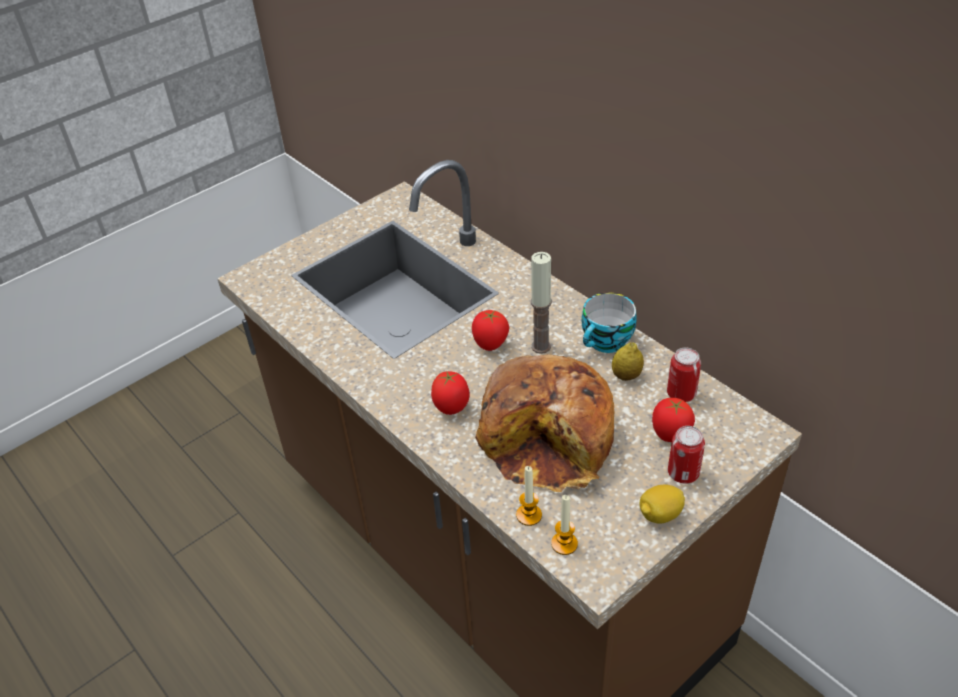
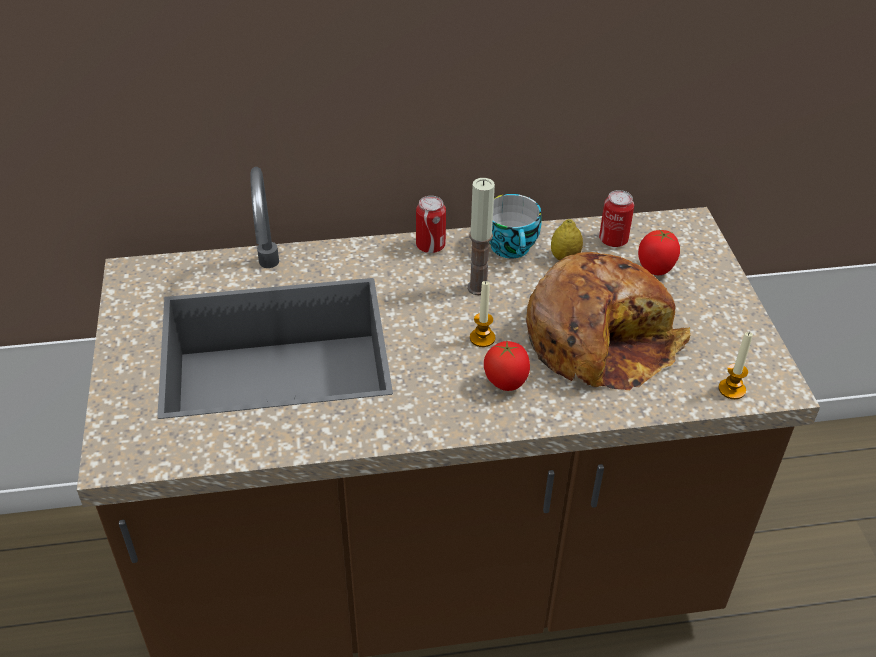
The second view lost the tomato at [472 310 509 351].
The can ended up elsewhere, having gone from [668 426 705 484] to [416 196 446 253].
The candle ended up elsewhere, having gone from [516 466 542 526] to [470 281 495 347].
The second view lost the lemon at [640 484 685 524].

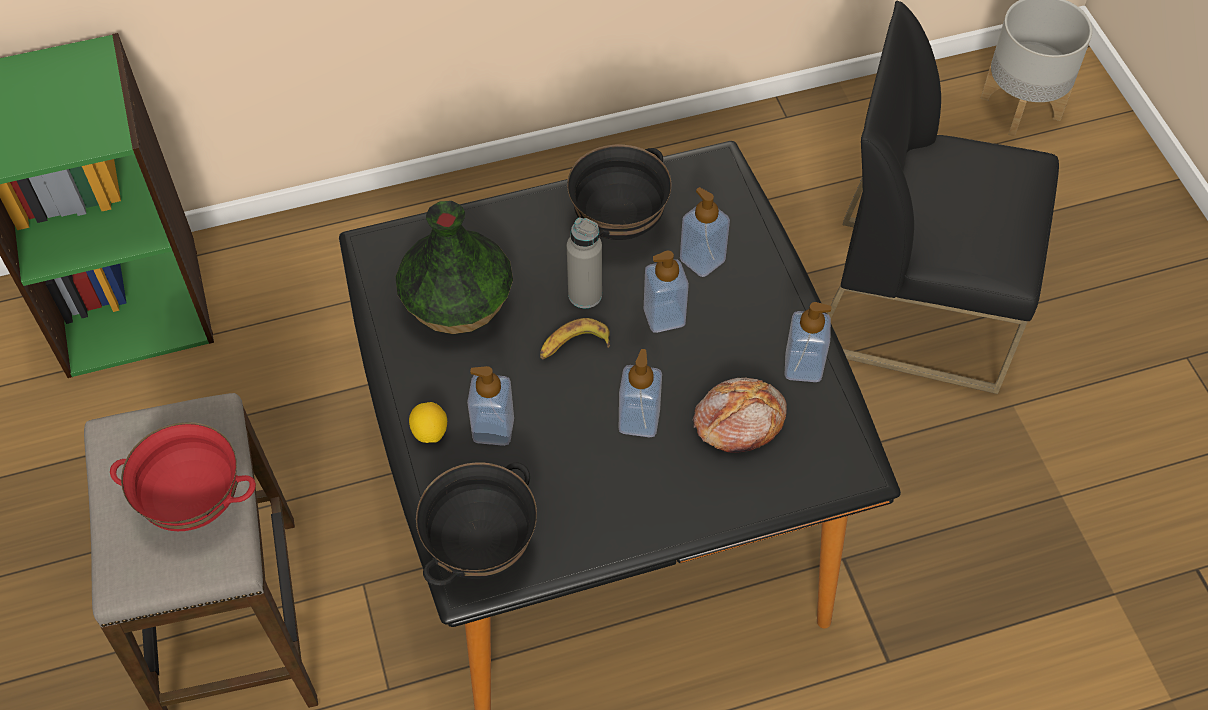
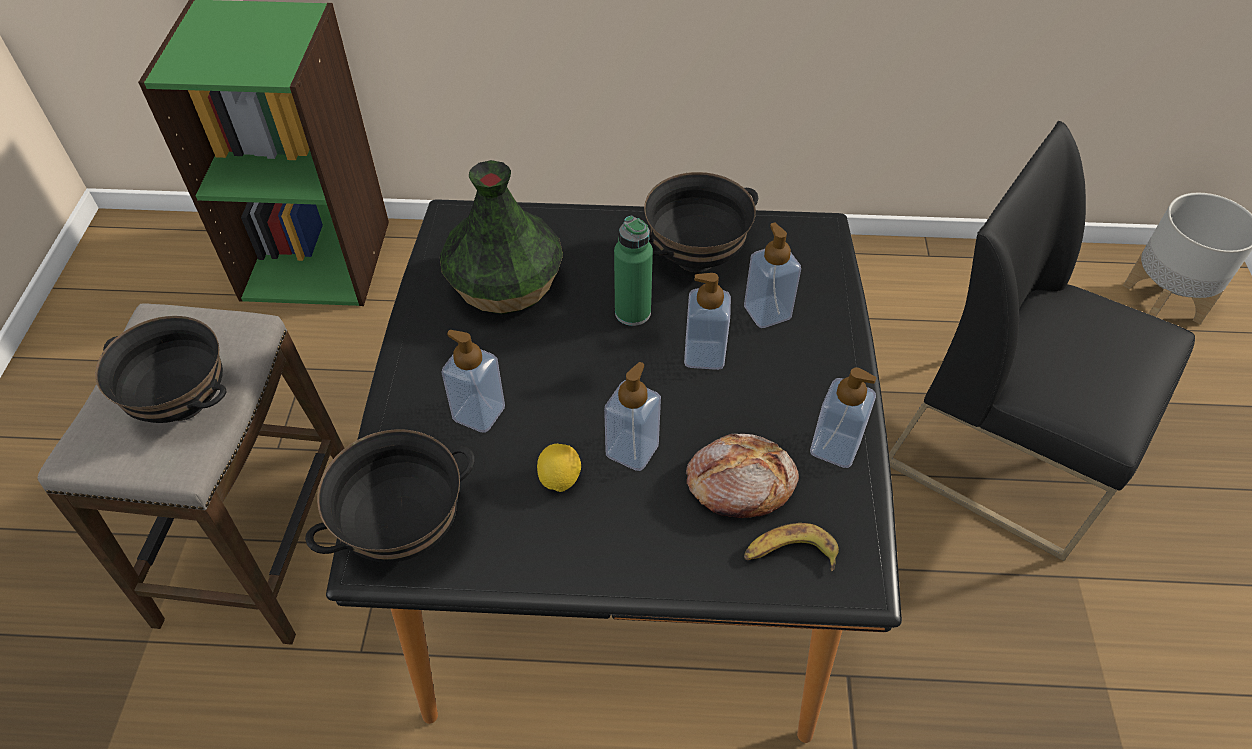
What was the bottle (grey) at [567 218 602 308] turned into the bottle (green) at [614 216 653 326].
The banana ended up elsewhere, having gone from [540 318 610 360] to [744 523 839 571].
The lemon ended up elsewhere, having gone from [409 402 447 443] to [537 444 581 492].
What was the bowl (red) at [110 422 256 531] turned into the bowl (black) at [95 316 226 423].

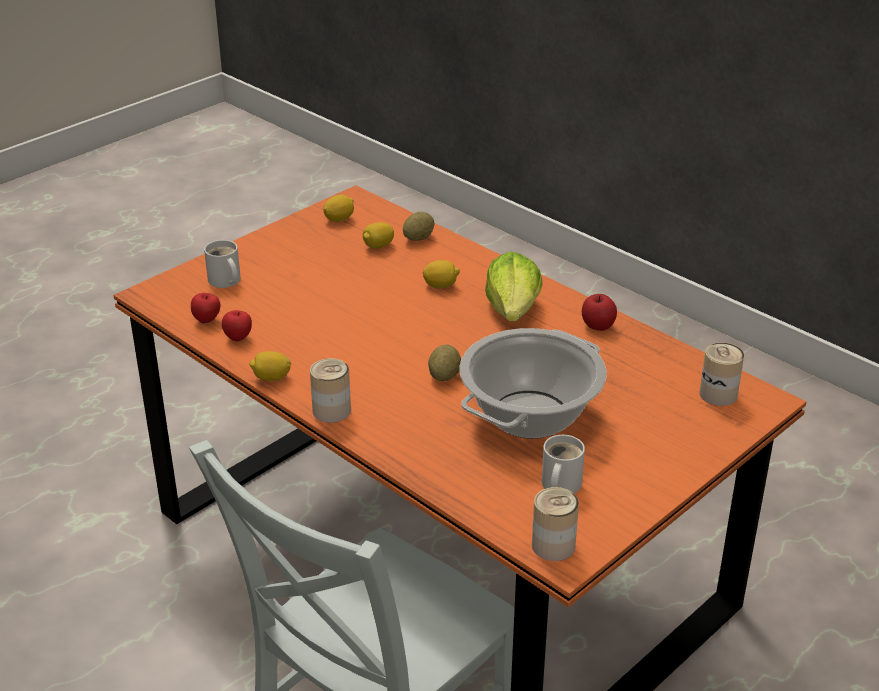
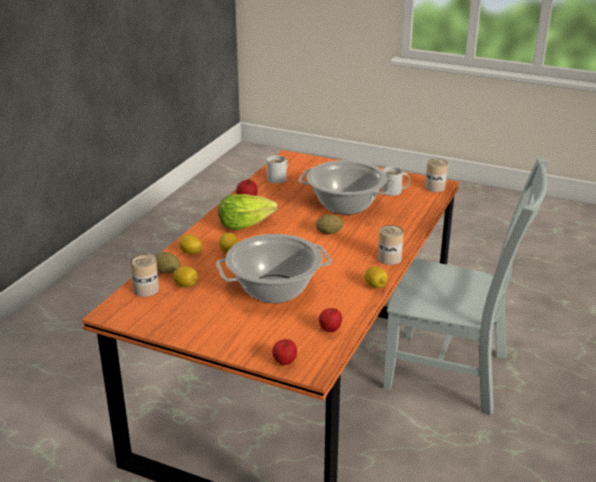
The lemon ended up elsewhere, having gone from [323 195 354 222] to [179 234 202 255].
The mug (white) ended up elsewhere, having gone from [204 240 241 288] to [267 155 288 183].
The apple ended up elsewhere, having gone from [222 310 252 342] to [272 339 297 365].
The can ended up elsewhere, having gone from [699 343 744 406] to [130 254 159 297].
The second view gained the cooking pot at [216 234 332 303].

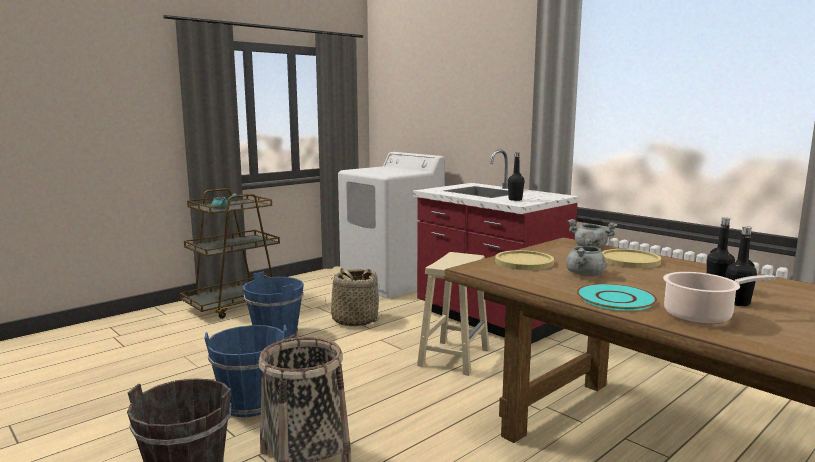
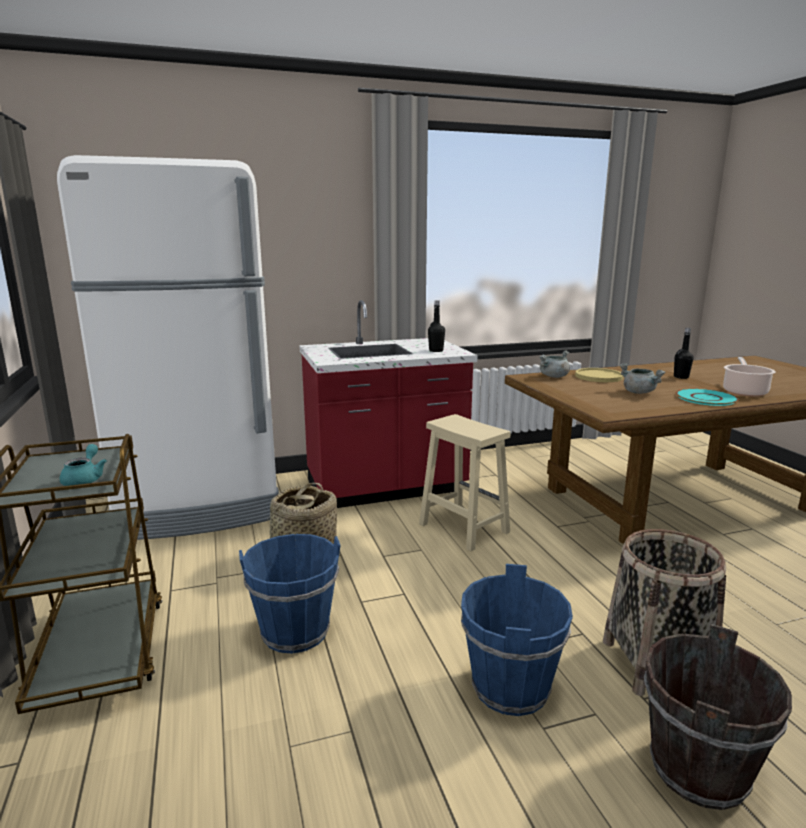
Where the washing machine (white) stood at [338 152 445 299], the fridge (white) came to stand at [57 155 279 540].
The second view lost the bottle (black) at [726 226 757 306].
The second view lost the plate (yellow) at [495 250 554 270].

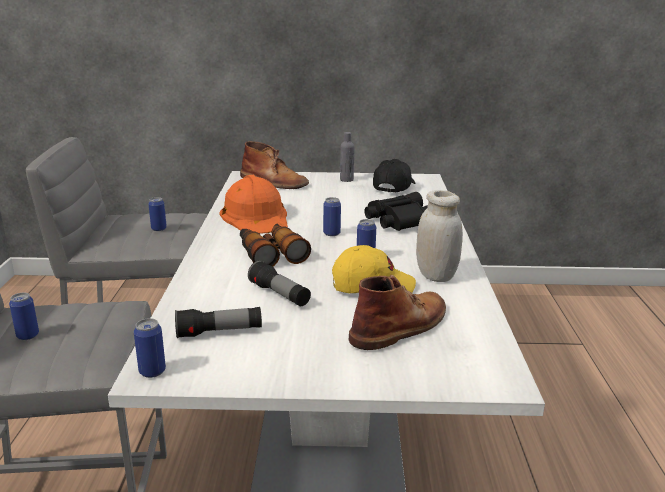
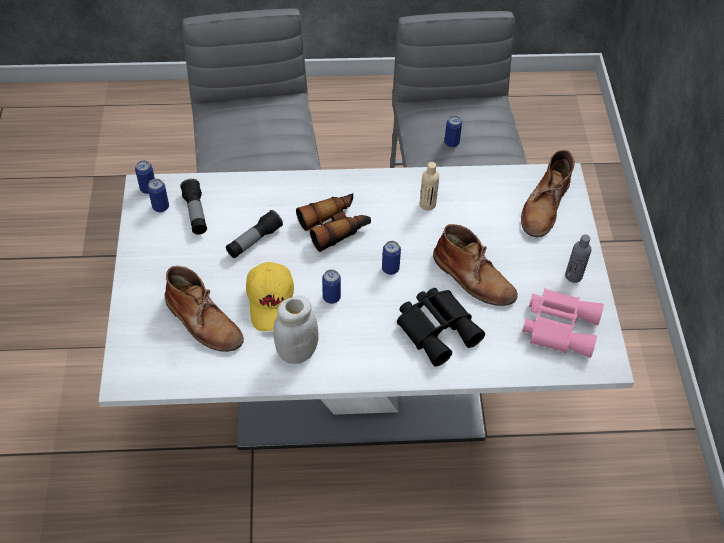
Where the cap (black) stood at [373 159 415 193], the binoculars (pink) came to stand at [522 288 604 358].
Where the hard hat (orange) stood at [220 175 288 234], the bottle (beige) came to stand at [420 162 439 210].
The can ended up elsewhere, having gone from [9 293 39 340] to [148 178 169 212].
The second view gained the boot (brown) at [433 224 518 306].

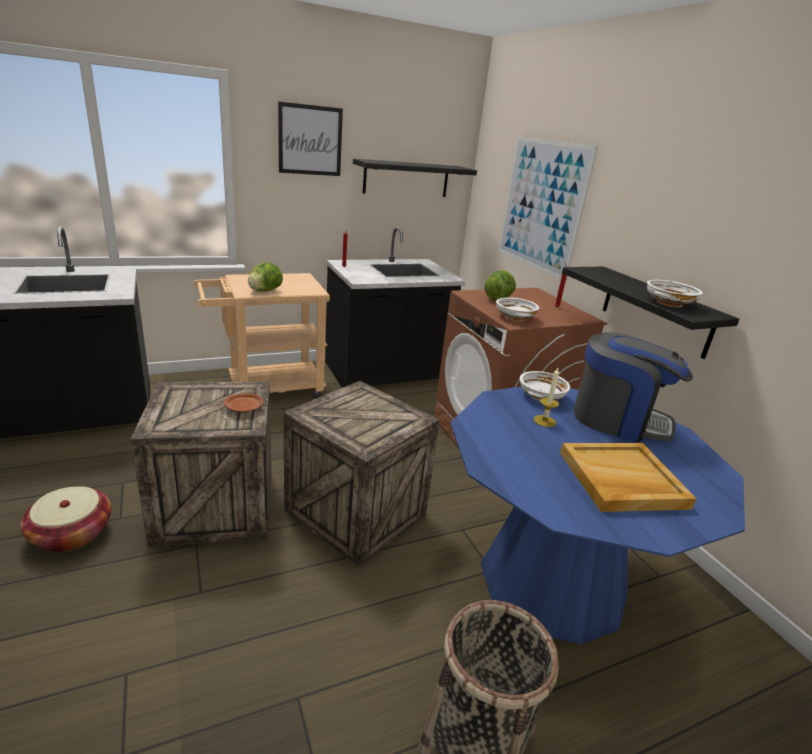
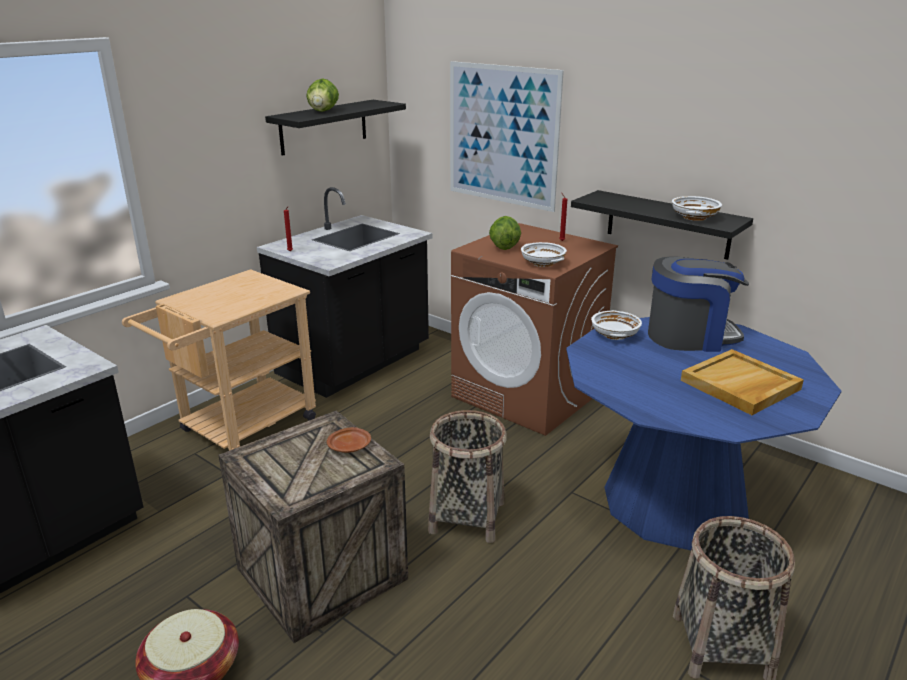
The second view lost the picture at [278 102 343 176].
The lettuce ended up elsewhere, having gone from [248 262 283 292] to [306 78 339 112].
The second view lost the candle at [534 368 559 427].
Where the crate stood at [283 381 440 567], the basket came to stand at [428 410 507 543].

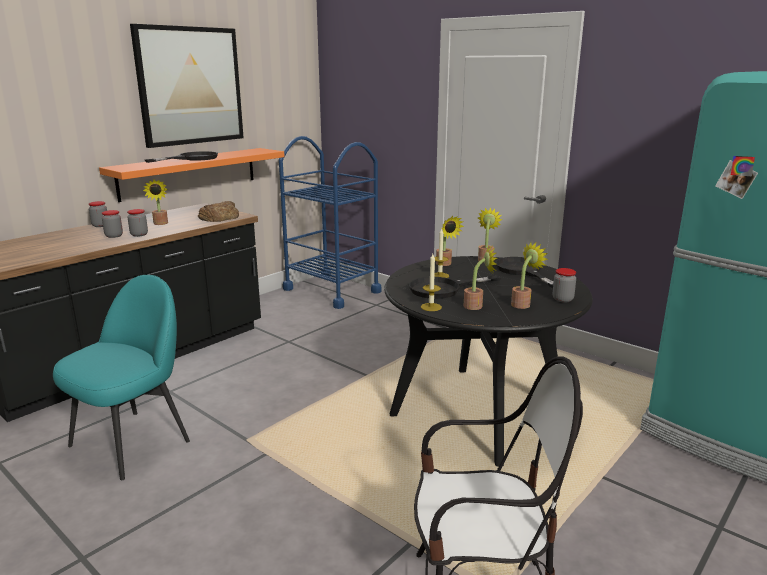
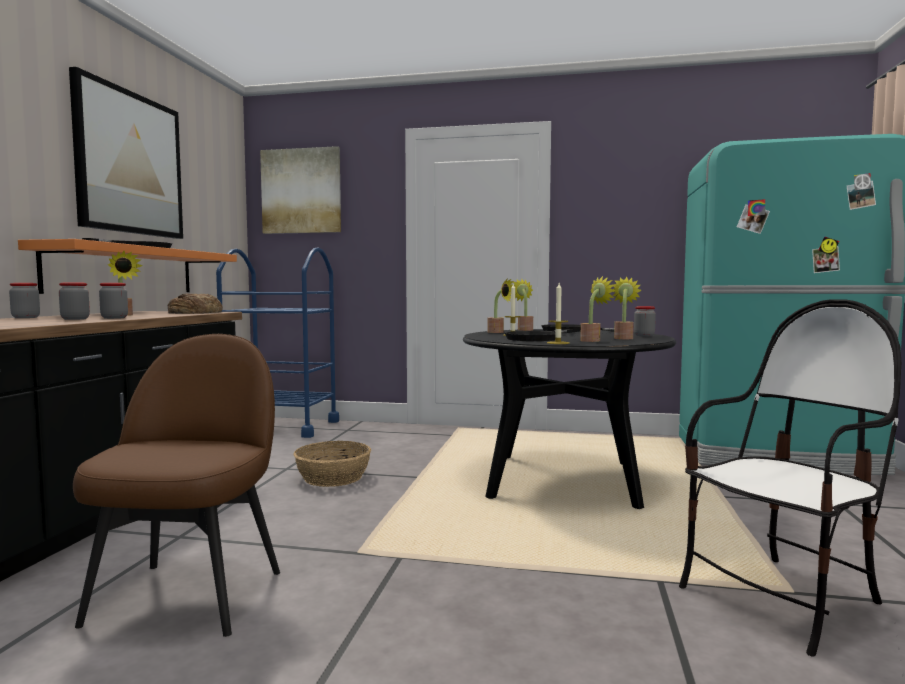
What was the chair (turquoise) at [53 275 190 480] turned into the chair (brown) at [73 334 280 637].
The second view gained the picture at [260 146 341 234].
The second view gained the basket at [293 441 371 487].

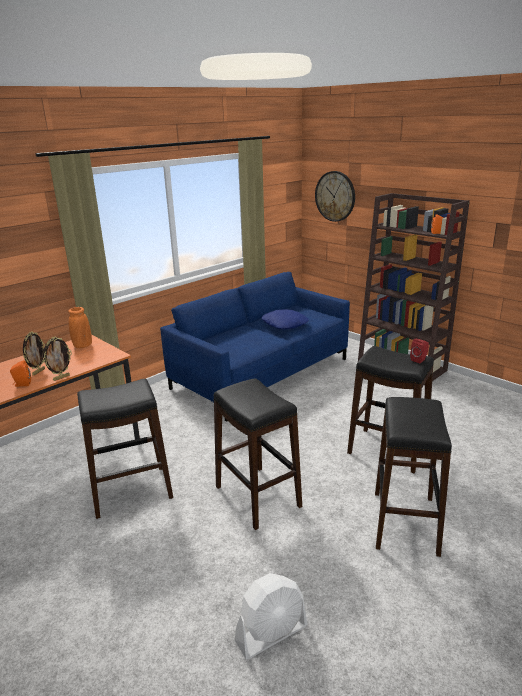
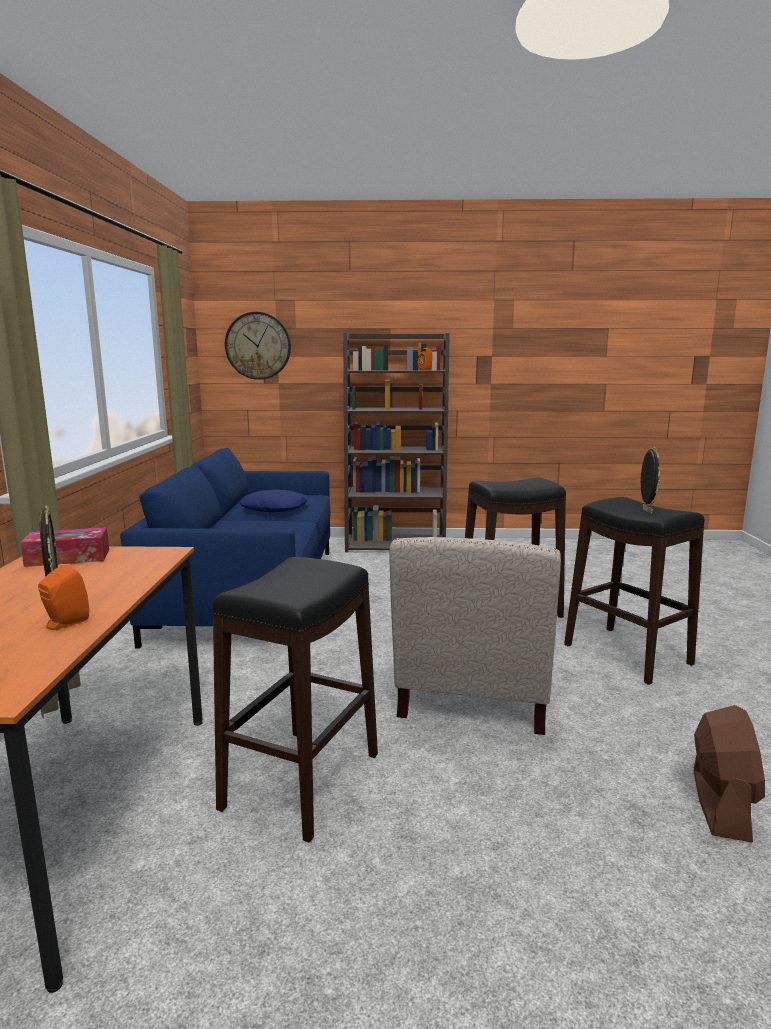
Where the vase (orange) stood at [68 307 92 348], the tissue box came to stand at [20 527 109 567].
The picture frame ended up elsewhere, having gone from [43 337 72 381] to [641 447 661 514].
The second view lost the speaker (red) at [410 339 429 363].
Where the stool (black) stood at [214 378 302 530], the armchair (beige) came to stand at [389 537 561 735].
What was the fan (white) at [235 573 308 660] turned into the fan (brown) at [694 705 765 842].

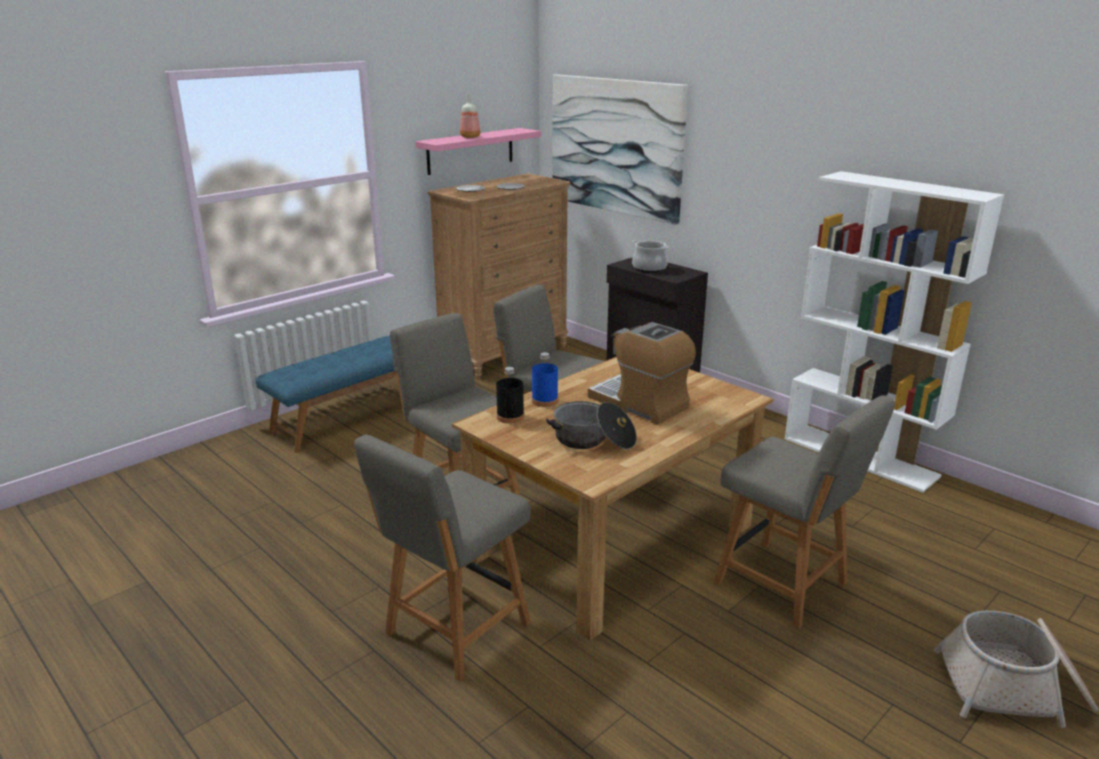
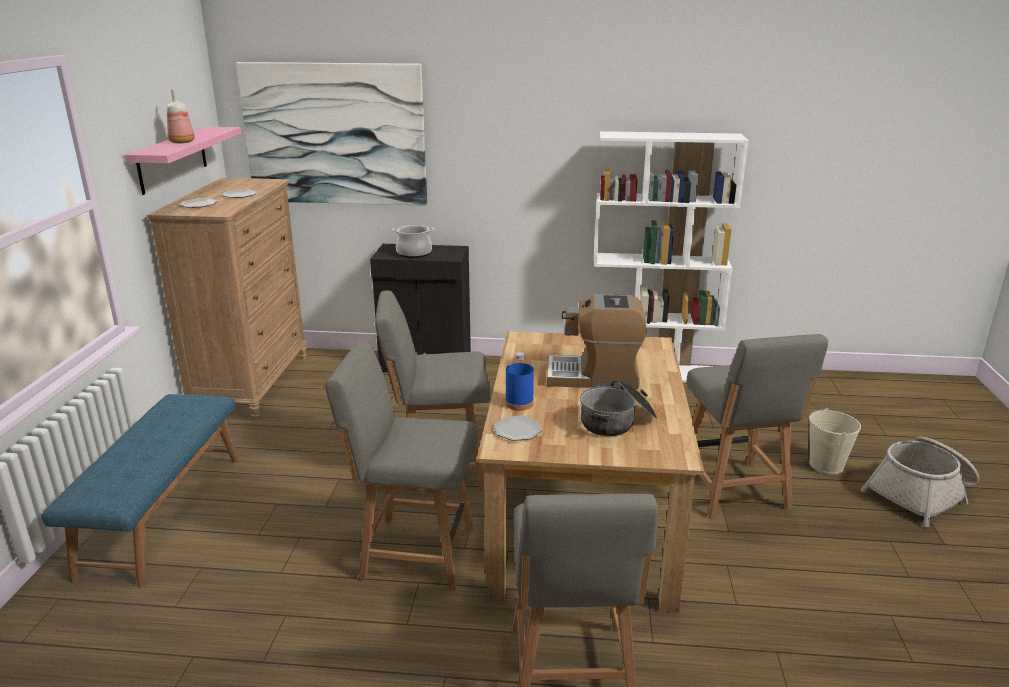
Where the bottle (black) stood at [496 367 524 423], the plate came to stand at [494 416 542 441].
The chair (grey) at [713 395 895 629] ended up facing another way, 75 degrees clockwise from before.
The second view gained the bucket (beige) at [809 408 861 475].

